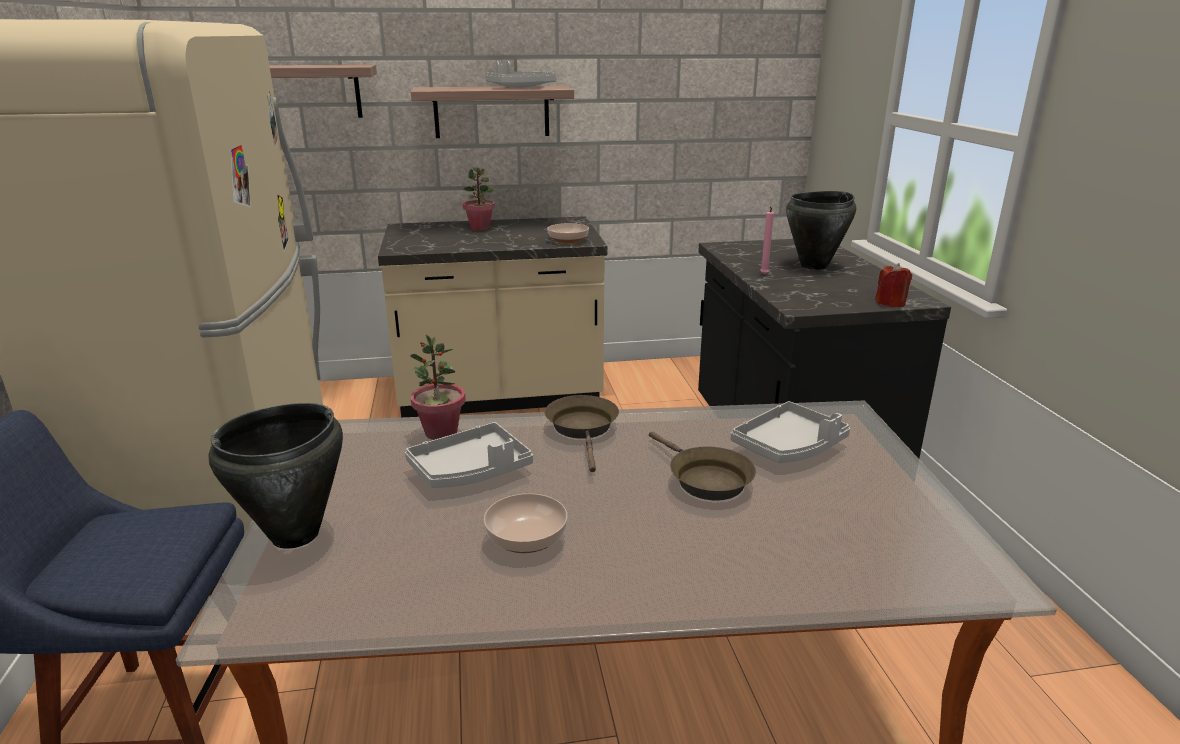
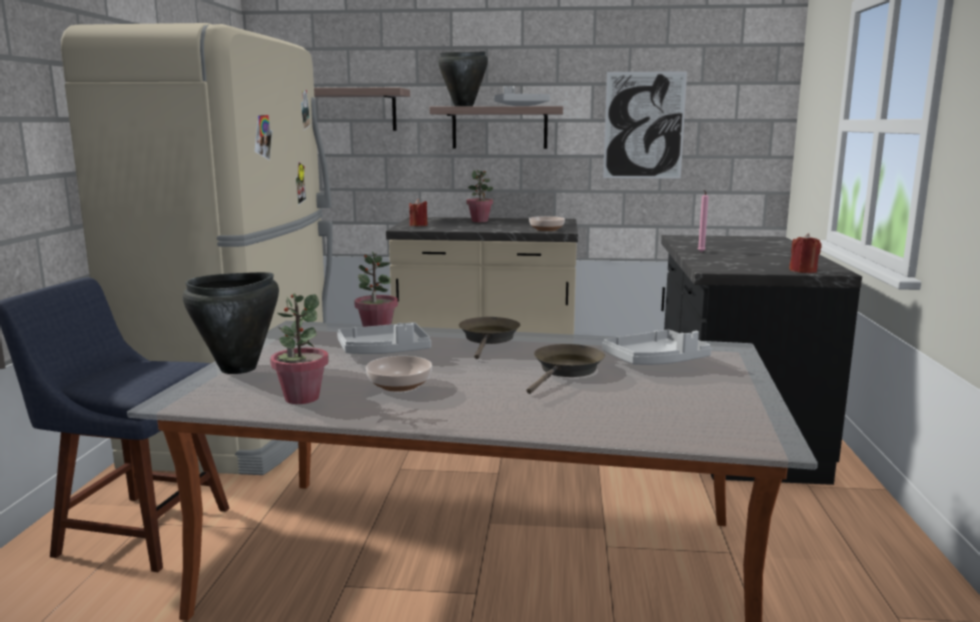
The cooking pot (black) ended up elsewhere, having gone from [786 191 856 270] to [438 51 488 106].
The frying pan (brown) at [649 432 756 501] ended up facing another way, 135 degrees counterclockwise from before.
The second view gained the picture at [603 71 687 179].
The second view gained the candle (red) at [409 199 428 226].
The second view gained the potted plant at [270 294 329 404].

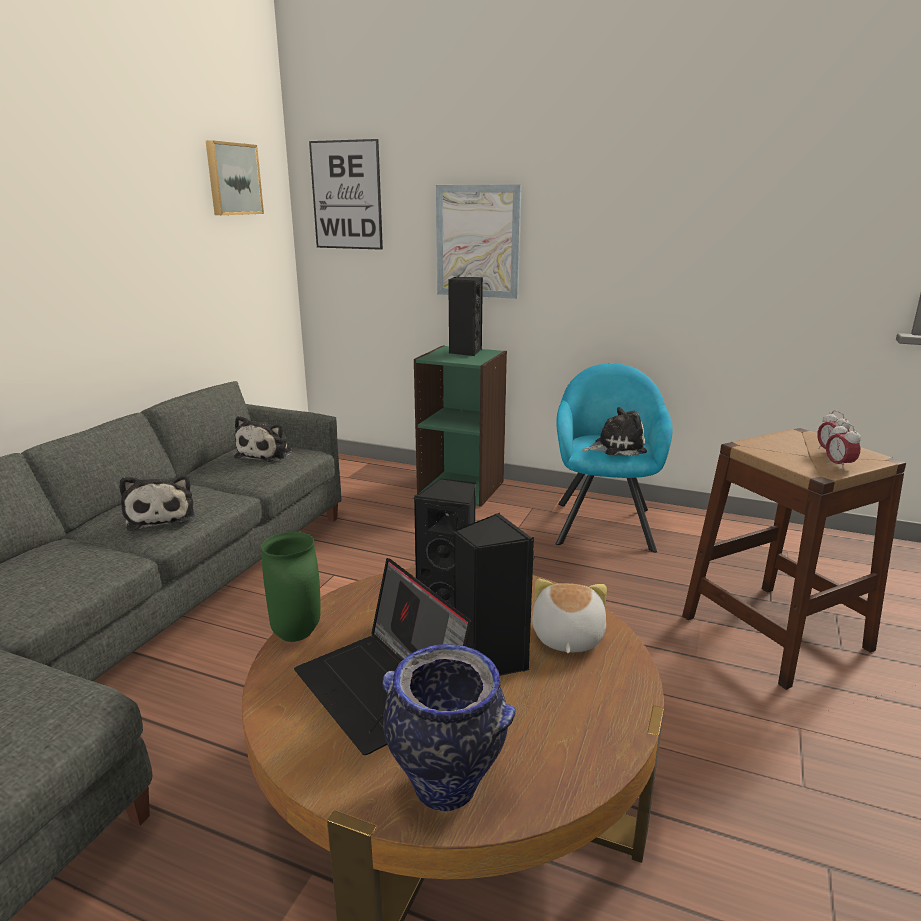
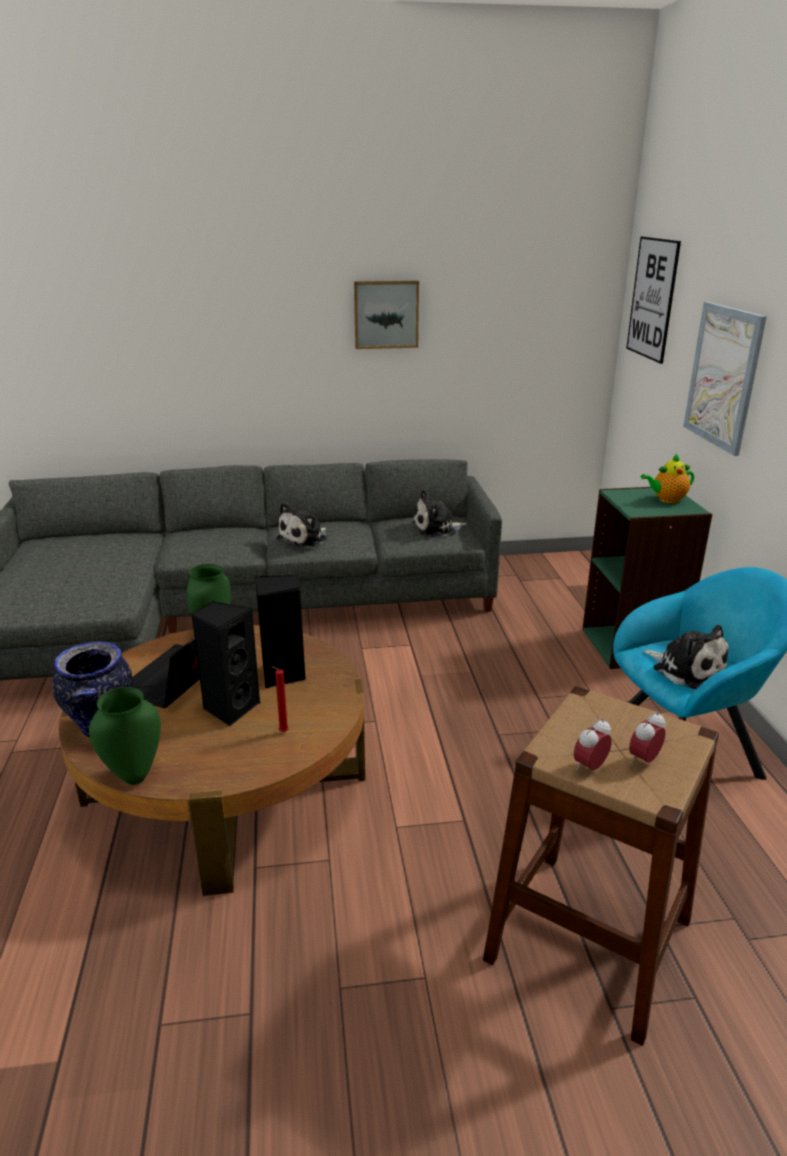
The picture ended up elsewhere, having gone from [206 140 264 215] to [354 281 419 349].
Where the speaker (black) stood at [448 277 483 356], the teapot came to stand at [641 454 694 503].
Where the plush toy stood at [532 579 607 653], the candle (red) came to stand at [270 666 289 732].
The second view gained the vase (green) at [89 687 161 785].

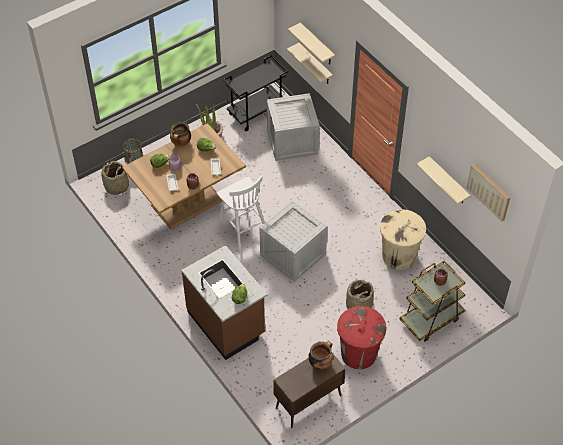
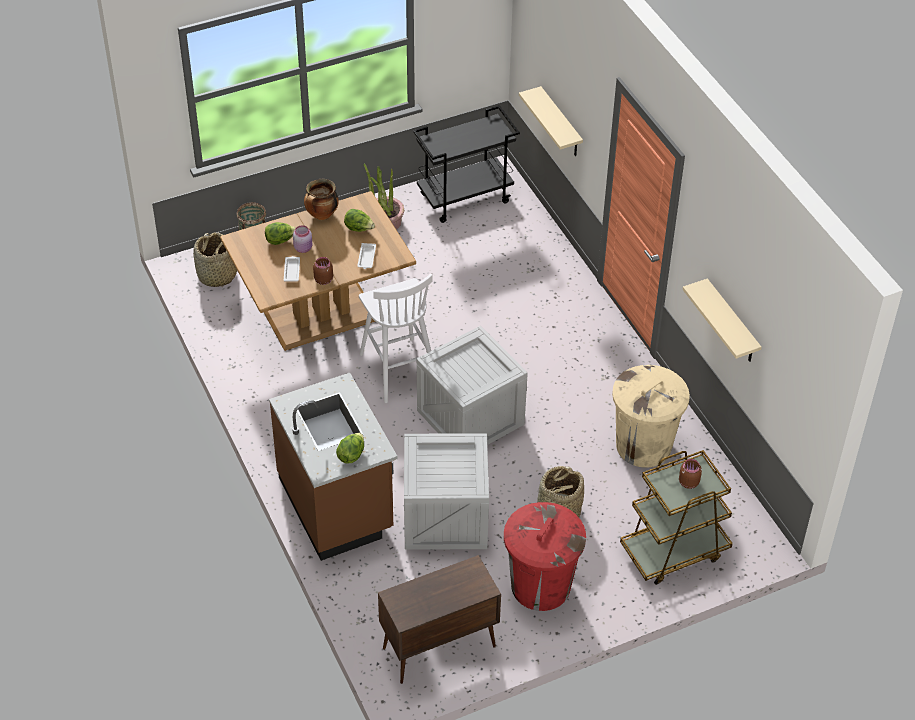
The second view lost the shelf (beige) at [288 23 335 64].
The crate ended up elsewhere, having gone from [267 93 319 161] to [404 433 489 550].
The second view lost the picture at [467 164 510 221].
The second view lost the cooking pot at [308 341 333 370].

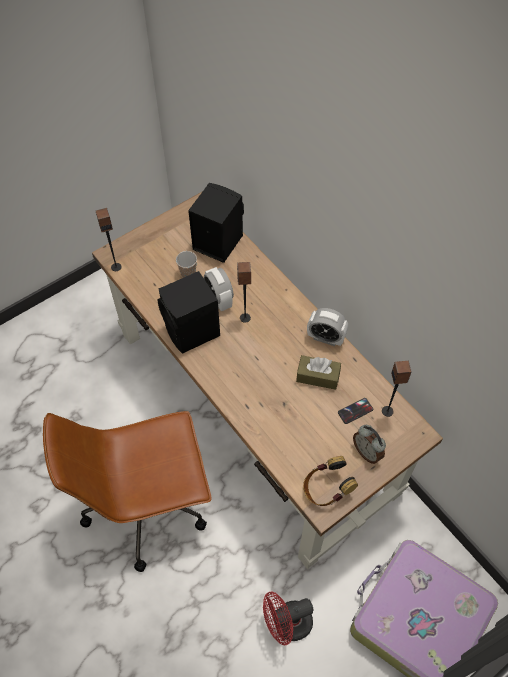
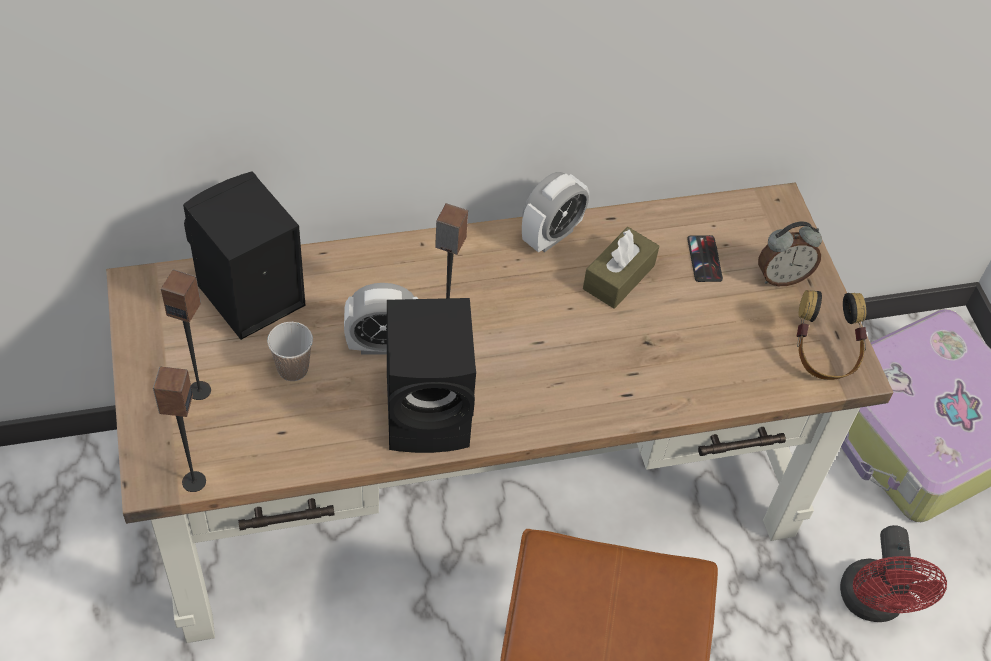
The speaker ended up elsewhere, having gone from [382 361 412 417] to [161 269 211 400].

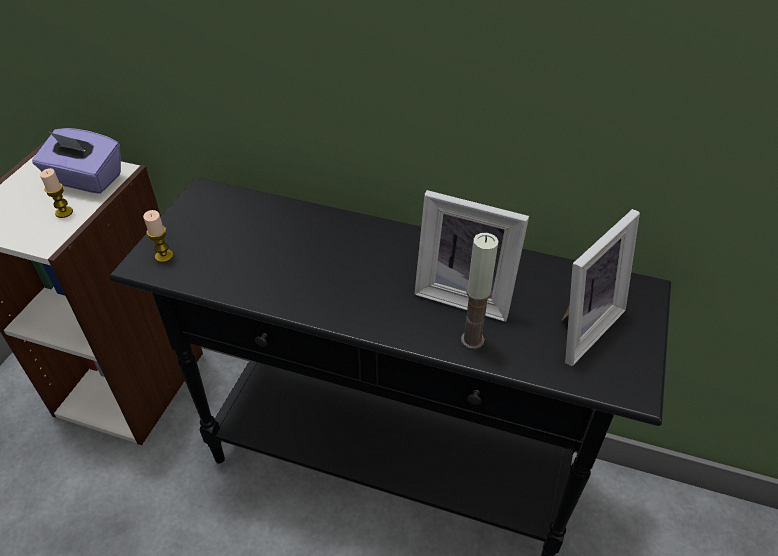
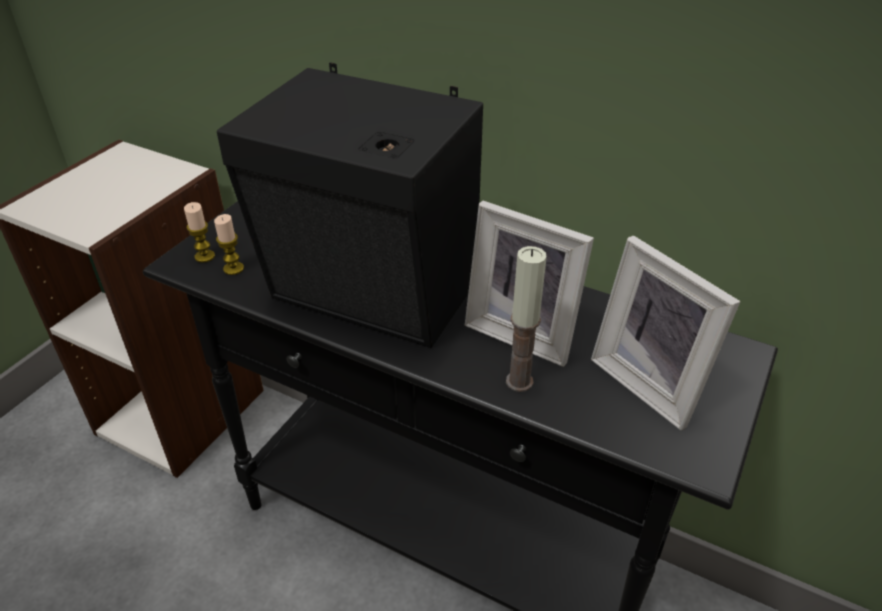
The second view lost the tissue box (purple) at [32 128 121 194].
The candle ended up elsewhere, having gone from [40 168 73 218] to [214 214 244 275].
The picture frame at [562 209 640 366] ended up facing another way, 90 degrees clockwise from before.
The second view gained the speaker (black) at [217 62 483 348].

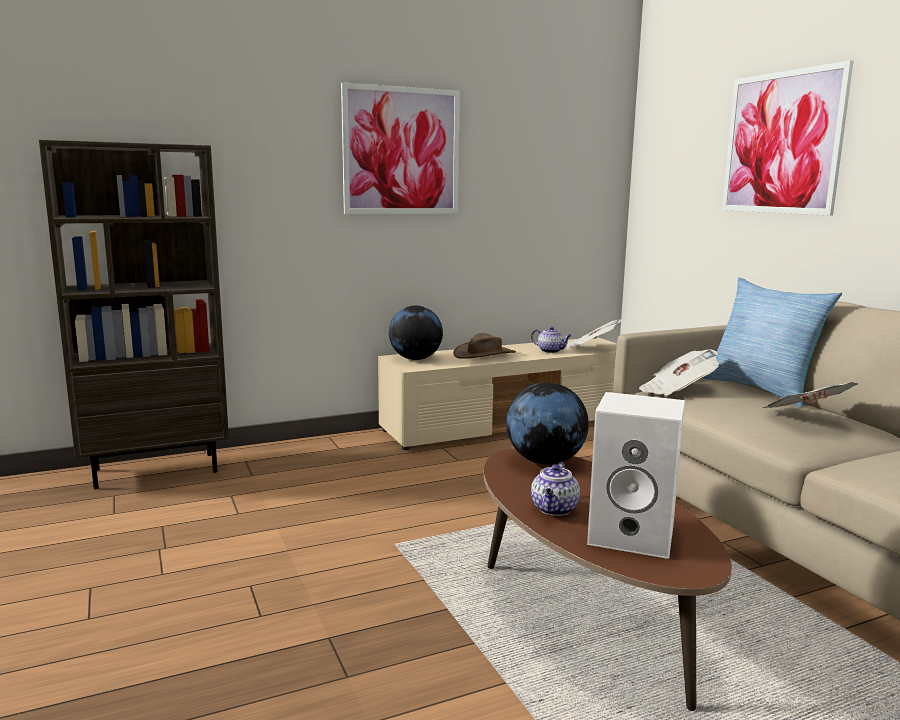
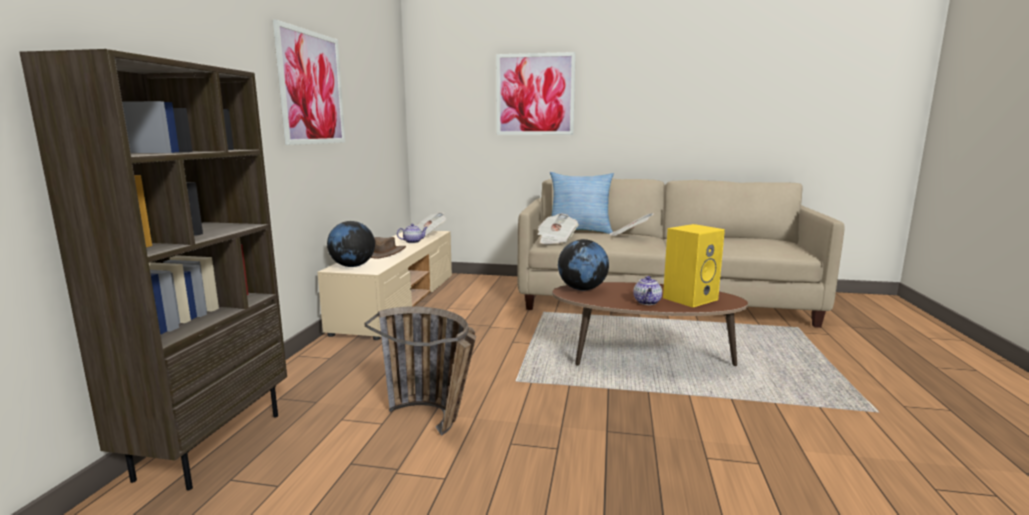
What was the speaker (white) at [587 392 685 559] turned into the speaker (yellow) at [663 224 725 307].
The teapot at [531 462 580 516] ended up facing another way, 45 degrees clockwise from before.
The second view gained the basket at [364 306 476 436].

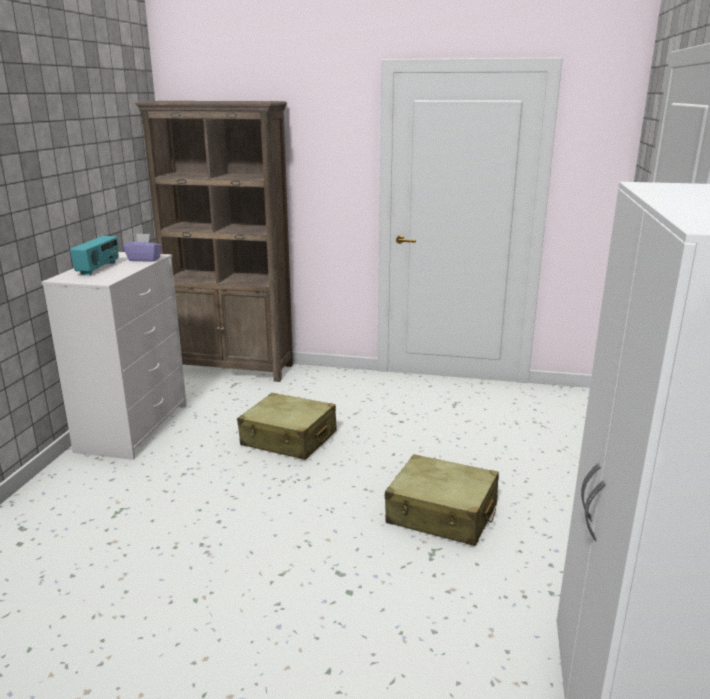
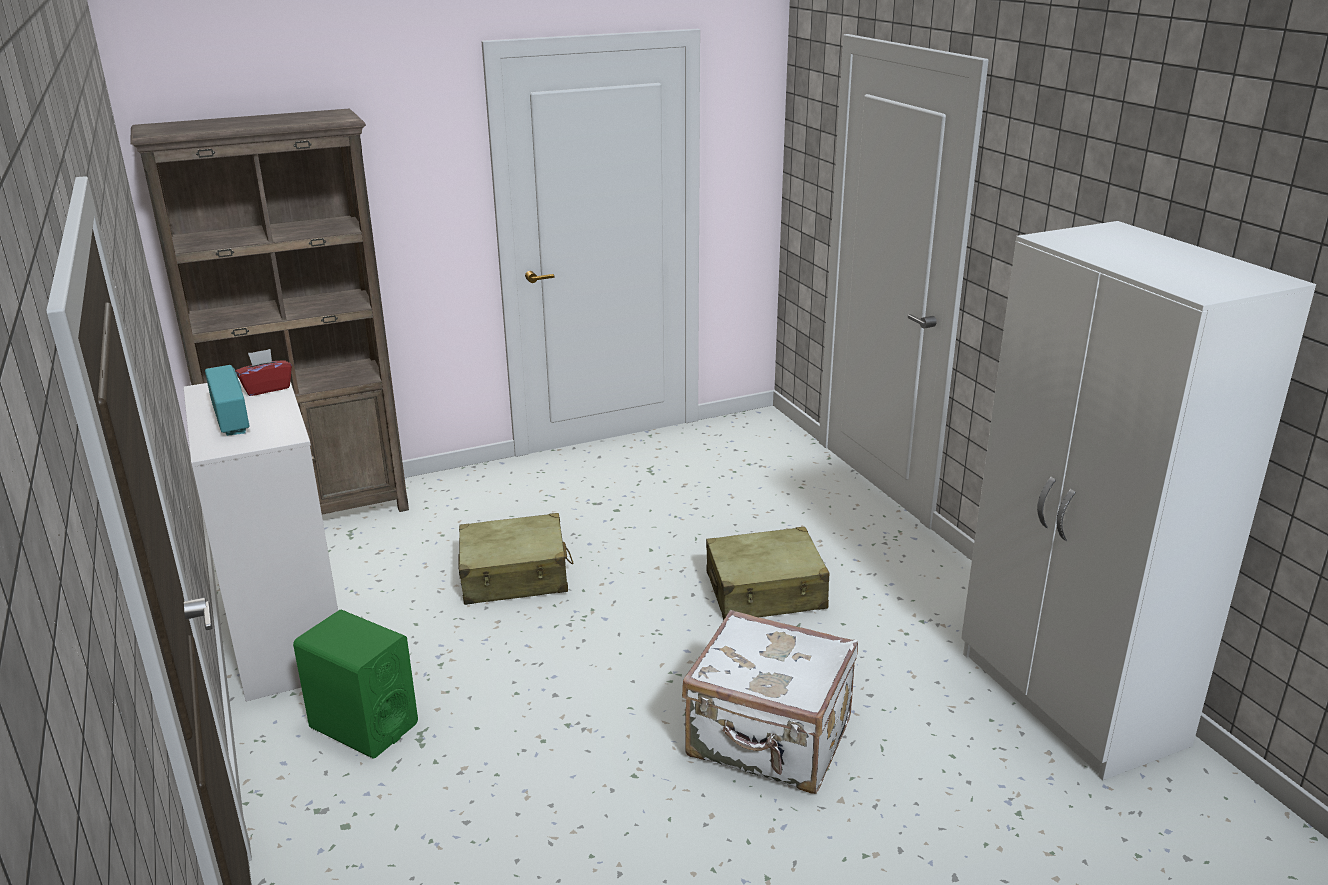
What was the tissue box (purple) at [123 233 162 262] turned into the tissue box (red) at [235 349 292 396].
The second view gained the speaker (green) at [293 610 418 758].
The second view gained the suitcase (white) at [682 610 858 794].

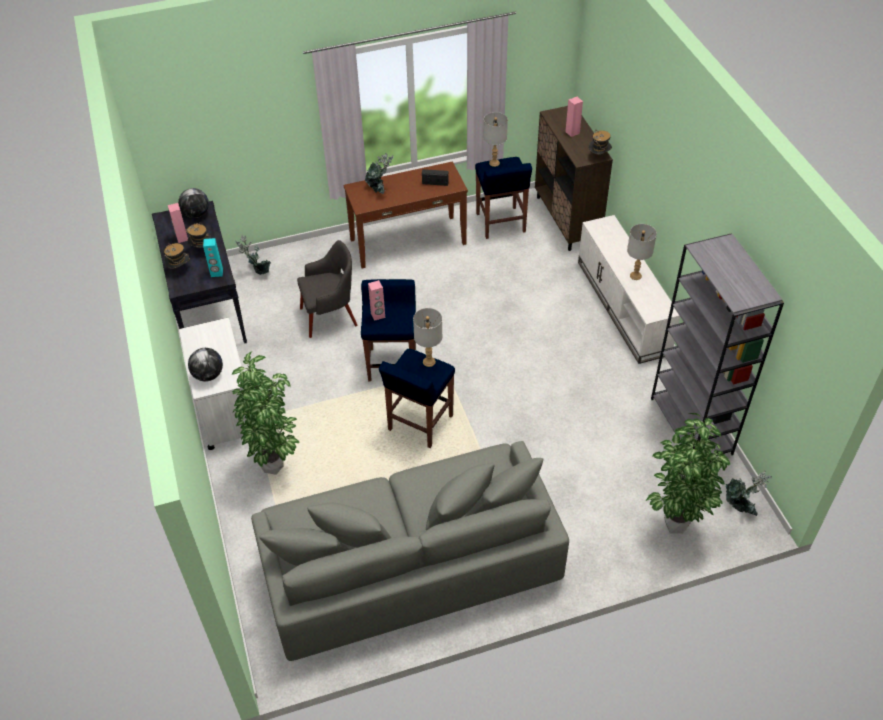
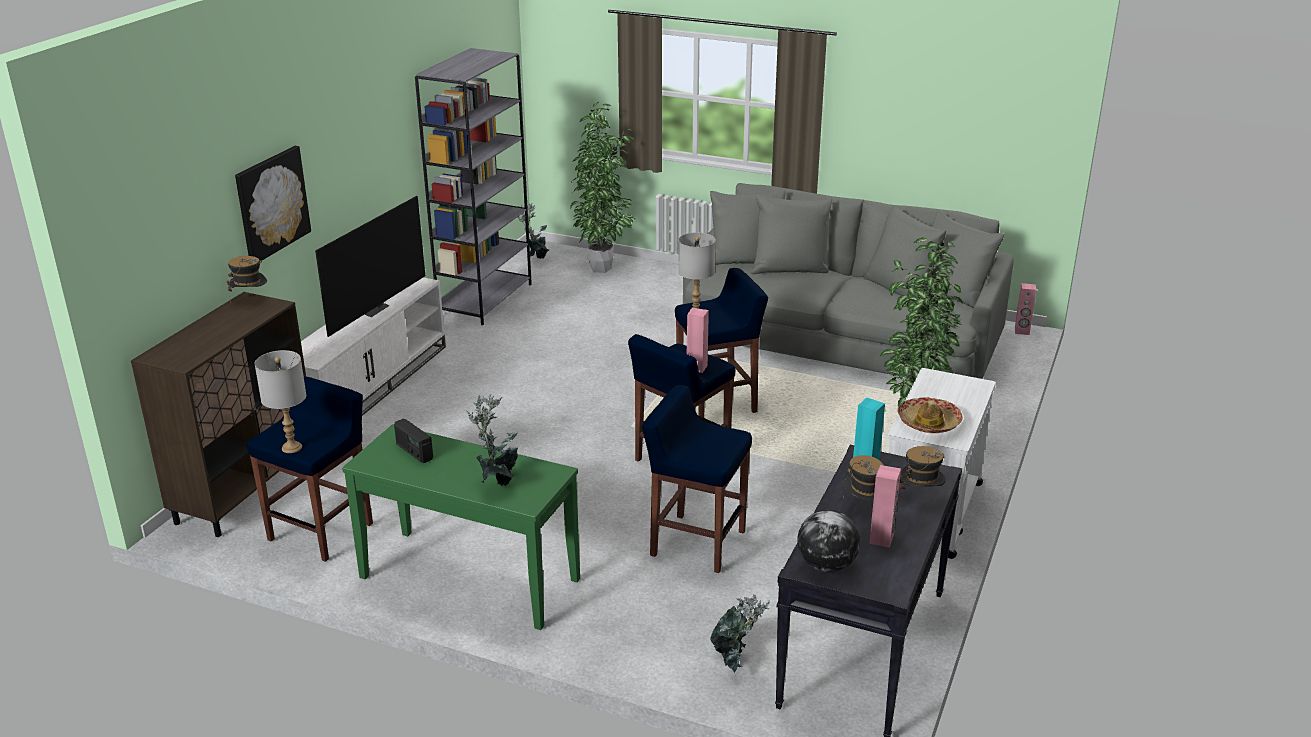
The speaker (pink) ended up elsewhere, having gone from [565 97 583 137] to [1015 283 1037 335].
What was the console table (brown) at [343 161 468 269] turned into the console table (green) at [342 424 580 630].
Where the table lamp (grey) stood at [627 224 657 280], the television came to stand at [315 196 425 337].
Where the armchair (grey) stood at [297 240 358 338], the stool (blue) came to stand at [642 385 752 573].
The second view lost the globe at [188 348 223 382].
The second view gained the picture at [235 146 311 261].
The second view gained the hat at [897 397 963 433].

